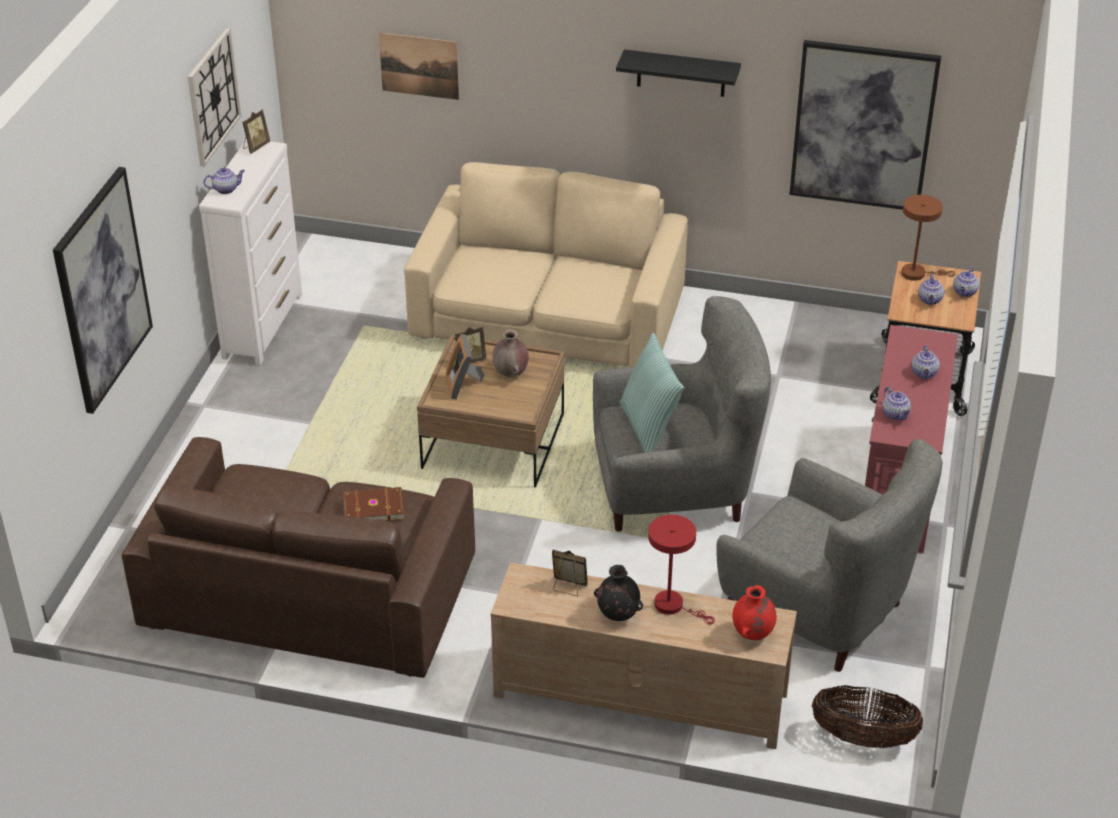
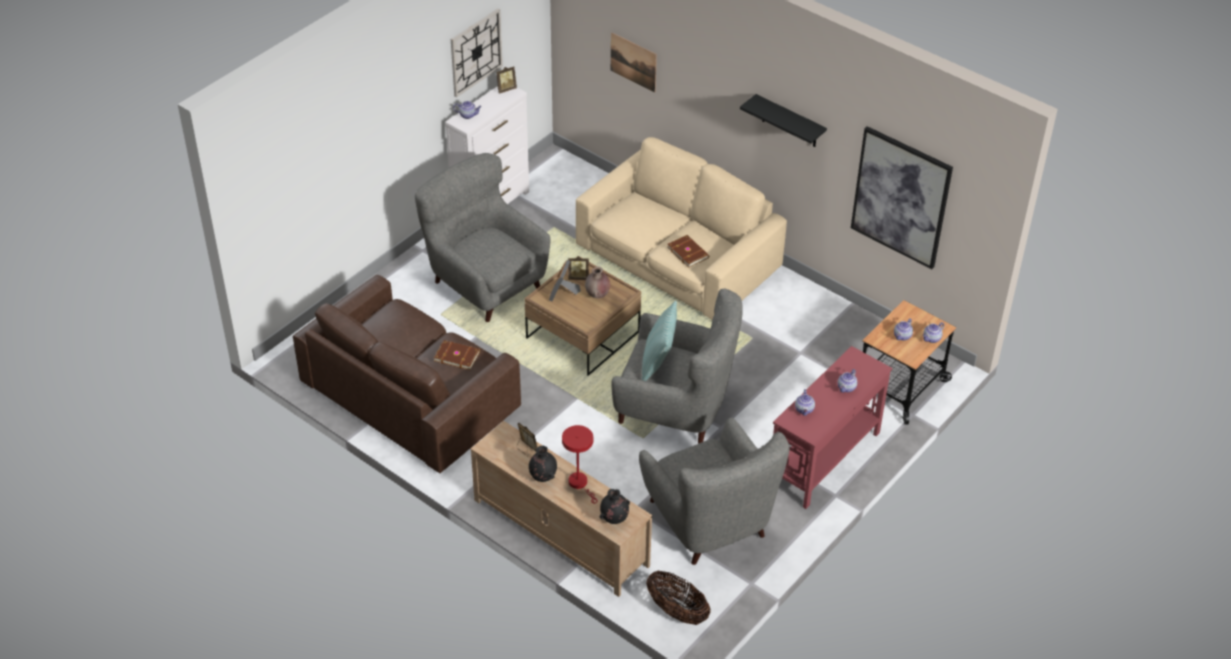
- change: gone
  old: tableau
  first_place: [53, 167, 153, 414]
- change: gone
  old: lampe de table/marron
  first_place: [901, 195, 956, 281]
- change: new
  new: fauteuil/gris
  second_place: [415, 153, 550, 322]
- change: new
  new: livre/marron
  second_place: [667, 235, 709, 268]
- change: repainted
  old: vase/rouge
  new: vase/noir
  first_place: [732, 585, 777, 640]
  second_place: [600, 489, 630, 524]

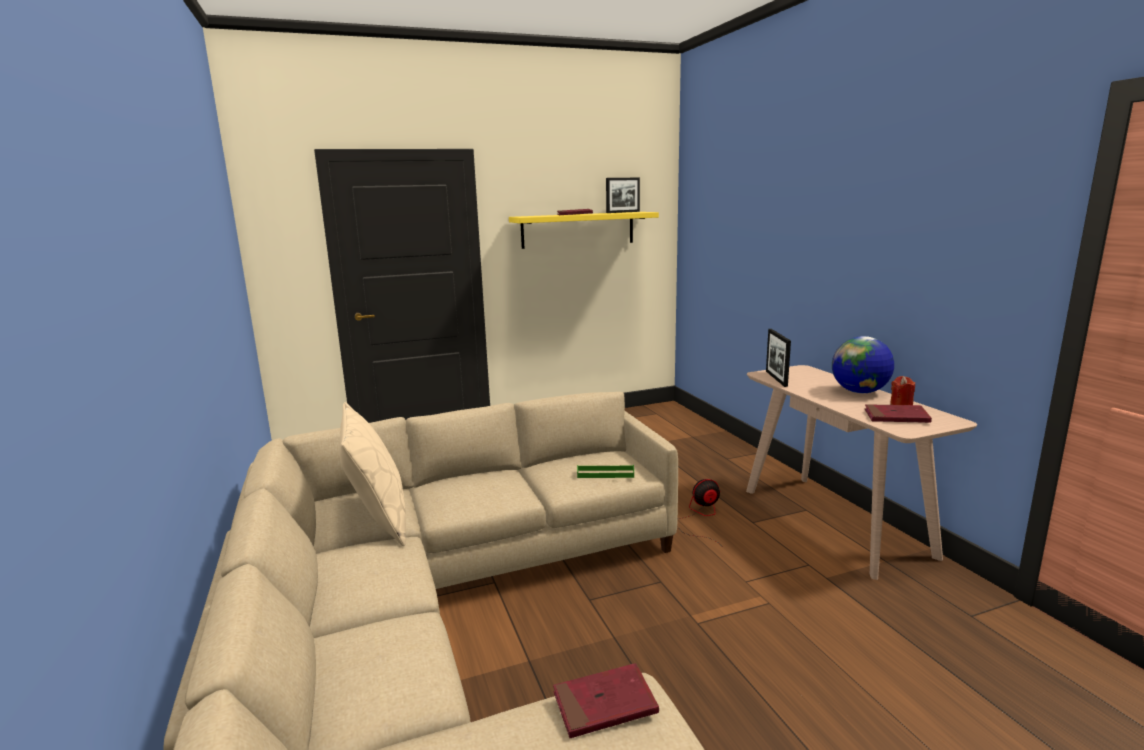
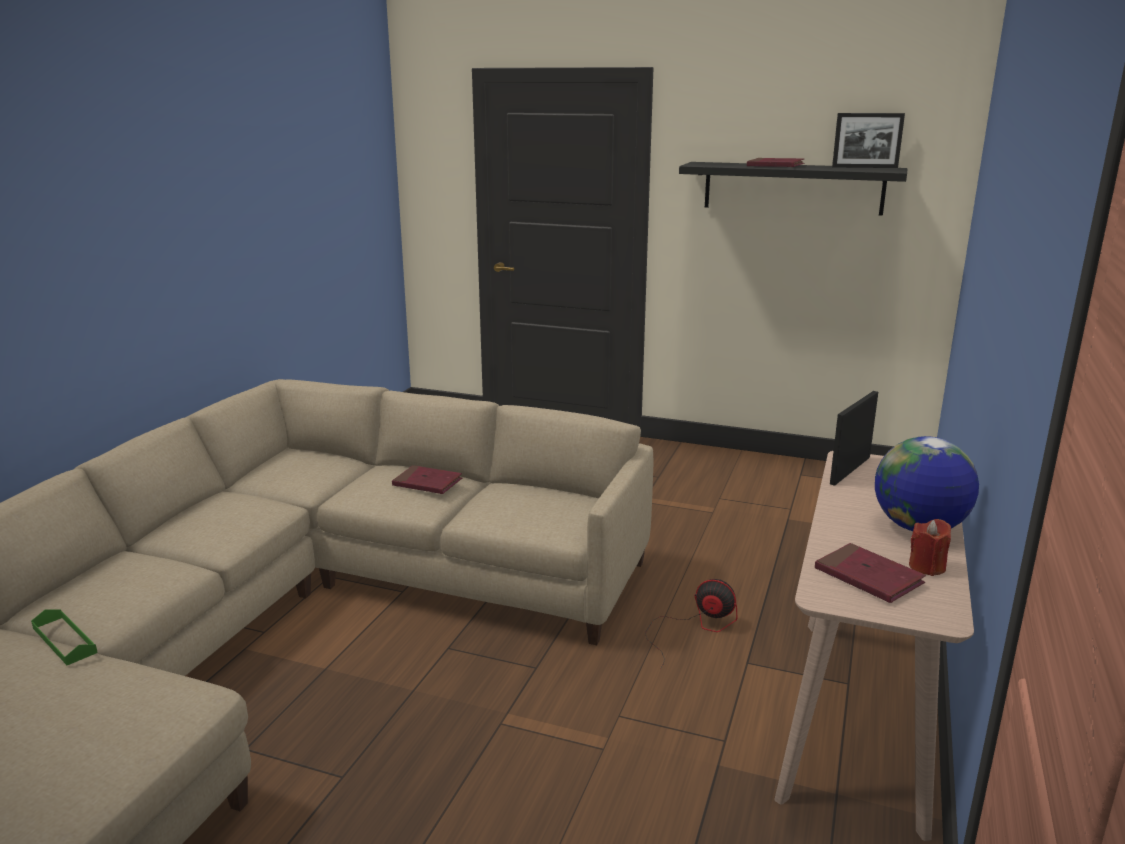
- change: gone
  old: coussin/beige
  first_place: [339, 402, 406, 546]
- change: shifted
  old: livre/rouge
  first_place: [553, 663, 659, 738]
  second_place: [392, 465, 462, 494]
- change: shifted
  old: plateau/vert
  first_place: [577, 465, 634, 478]
  second_place: [31, 610, 98, 665]
- change: repainted
  old: étagère/jaune
  new: étagère/noir
  first_place: [509, 212, 659, 249]
  second_place: [679, 162, 907, 216]

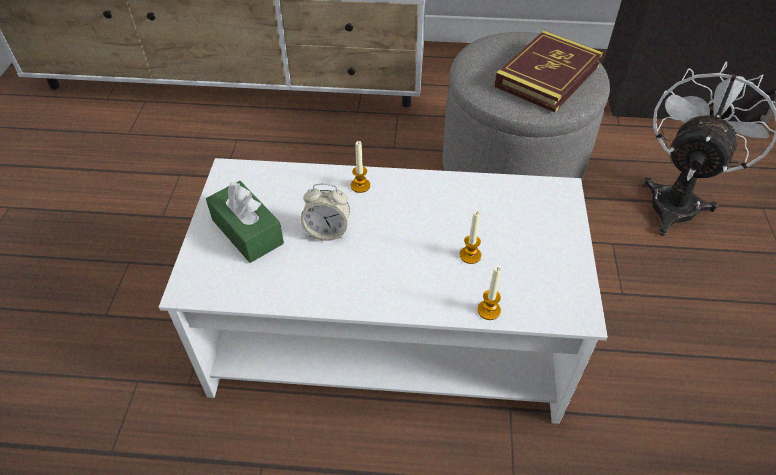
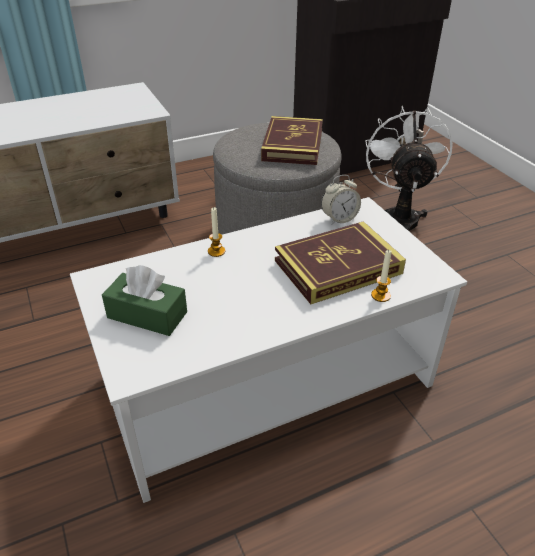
- change: shifted
  old: réveil
  first_place: [300, 183, 350, 241]
  second_place: [321, 175, 361, 225]
- change: swapped
  old: bougie
  new: livre
  first_place: [460, 211, 481, 264]
  second_place: [275, 221, 406, 304]

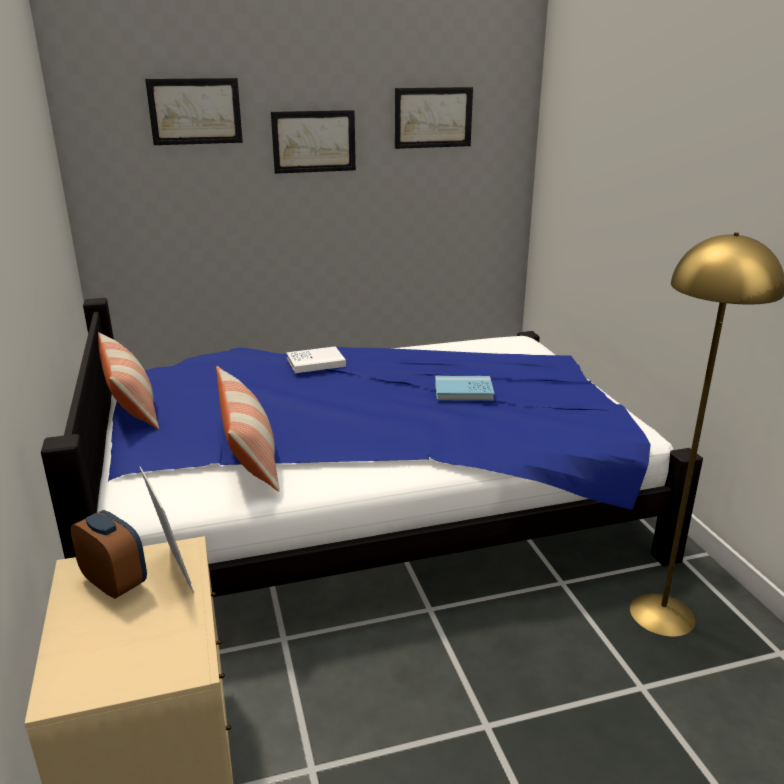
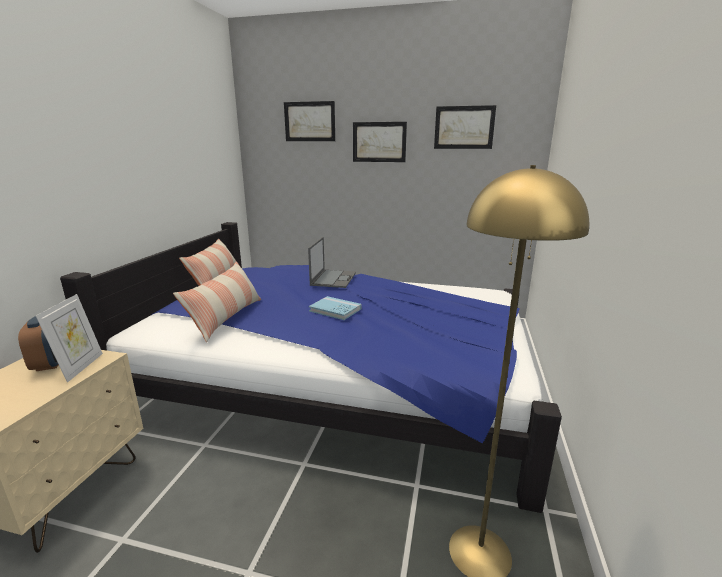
- change: shifted
  old: livre/bleu
  first_place: [435, 376, 494, 401]
  second_place: [309, 296, 361, 320]
- change: swapped
  old: livre/blanc
  new: ordinateur portable
  first_place: [286, 346, 346, 373]
  second_place: [308, 237, 356, 288]

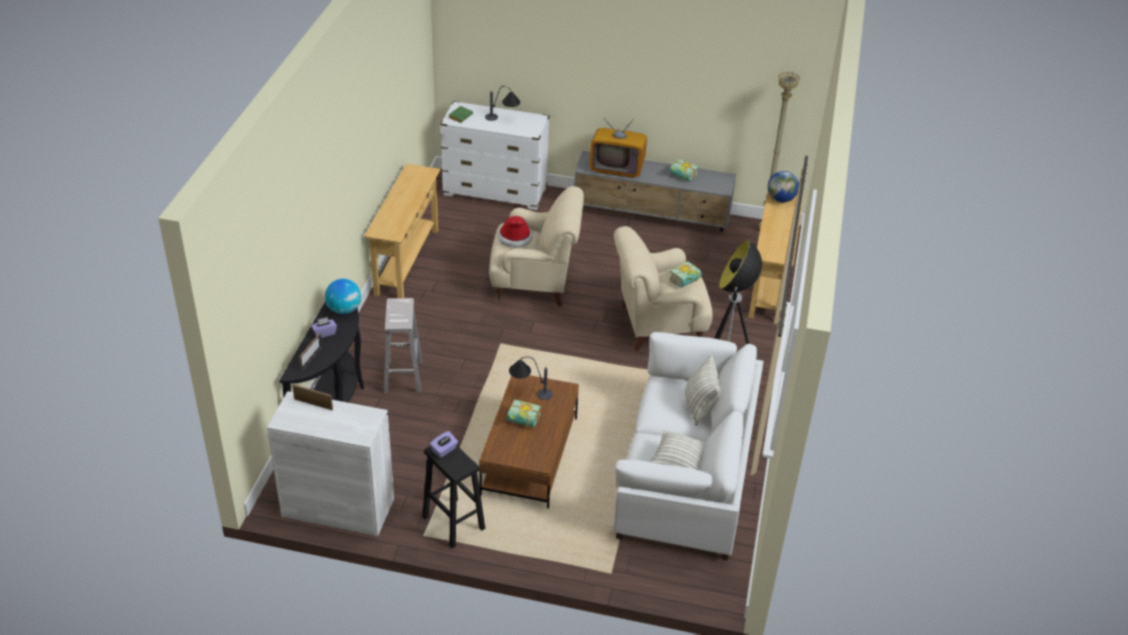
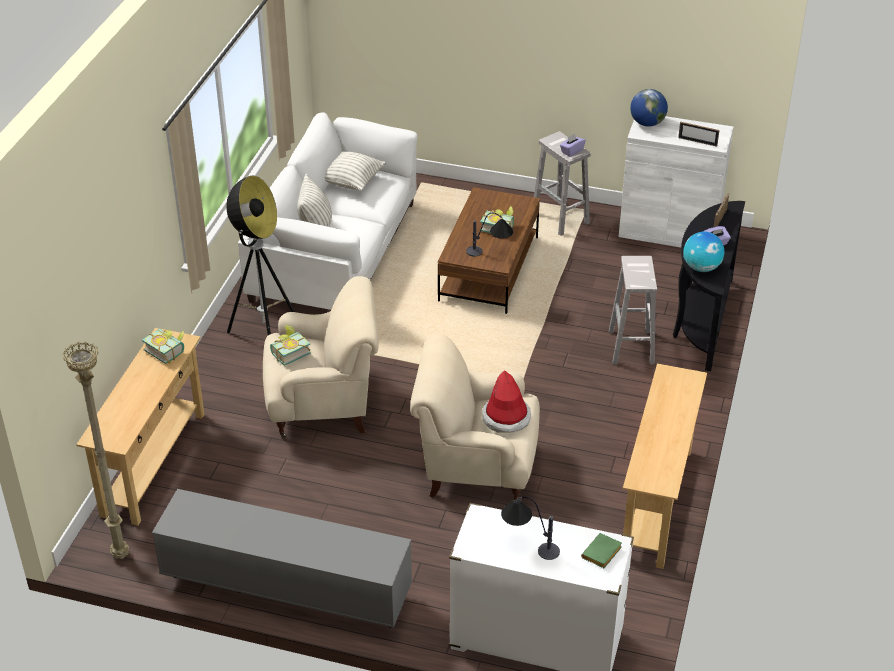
- change: gone
  old: téléviseur
  first_place: [589, 117, 647, 178]
- change: shifted
  old: livre
  first_place: [670, 159, 699, 182]
  second_place: [142, 329, 184, 364]
- change: shifted
  old: globe
  first_place: [768, 171, 799, 202]
  second_place: [630, 89, 668, 126]
- change: repainted
  old: tabouret/noir
  new: tabouret/blanc
  first_place: [422, 445, 485, 548]
  second_place: [534, 131, 591, 236]

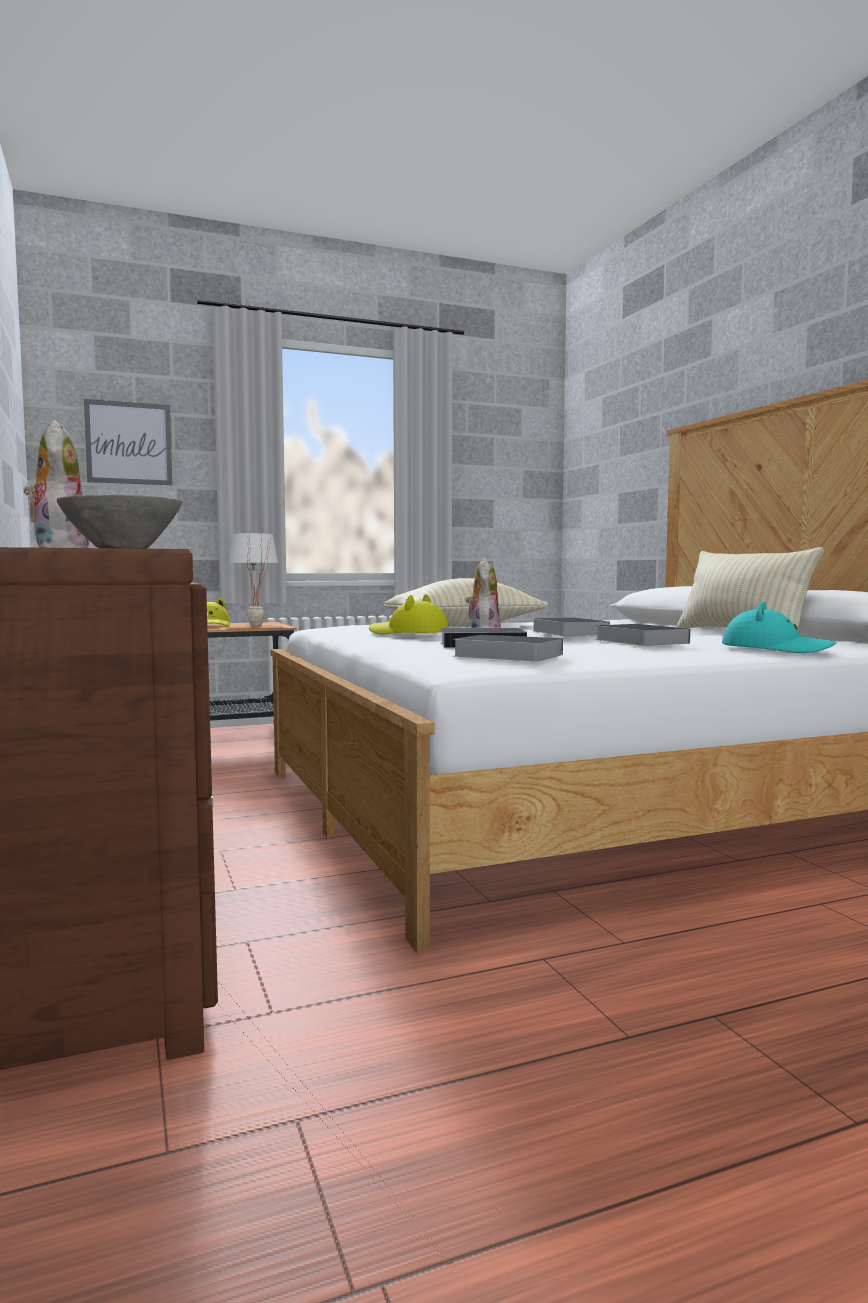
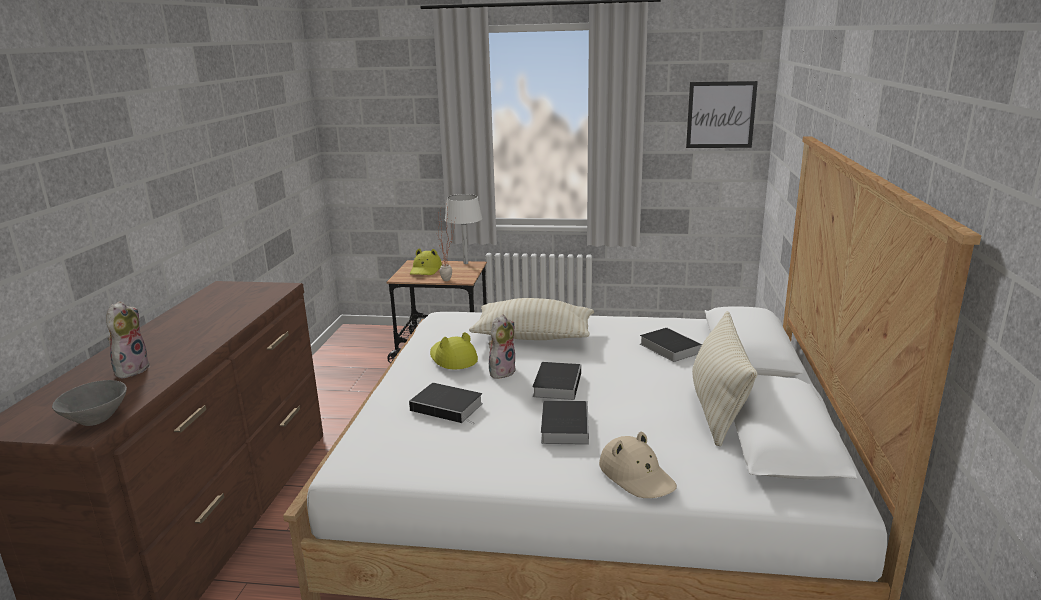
- change: shifted
  old: tableau
  first_place: [84, 399, 172, 485]
  second_place: [686, 81, 758, 148]
- change: shifted
  old: livre
  first_place: [453, 635, 563, 661]
  second_place: [640, 328, 702, 362]
- change: repainted
  old: chapeau/turquoise
  new: chapeau/beige
  first_place: [722, 602, 836, 653]
  second_place: [599, 432, 677, 498]

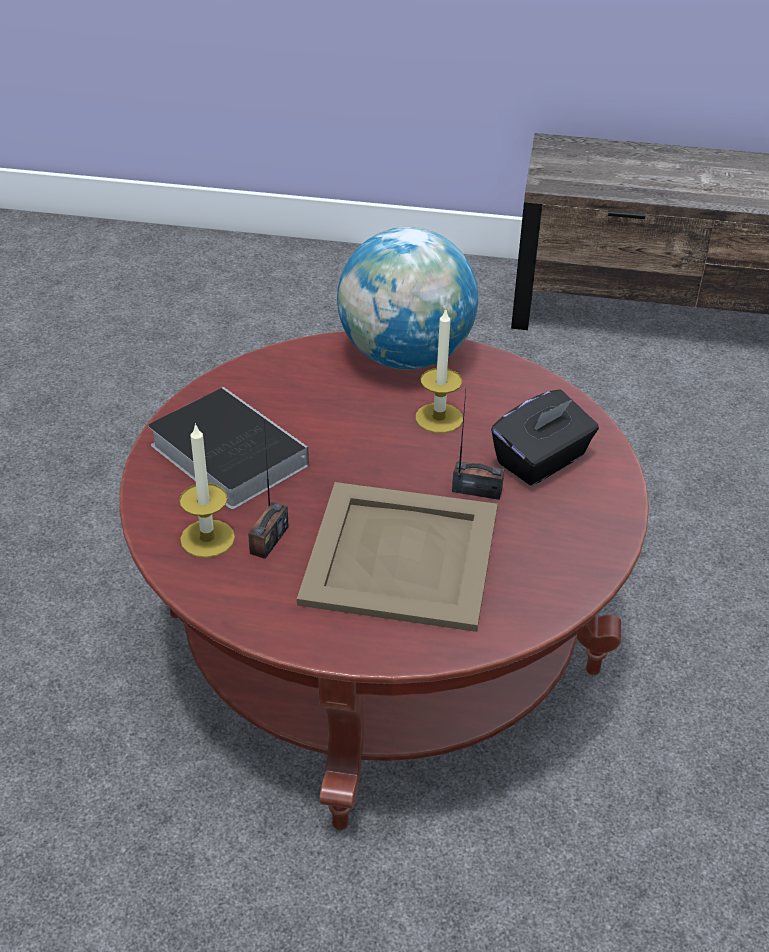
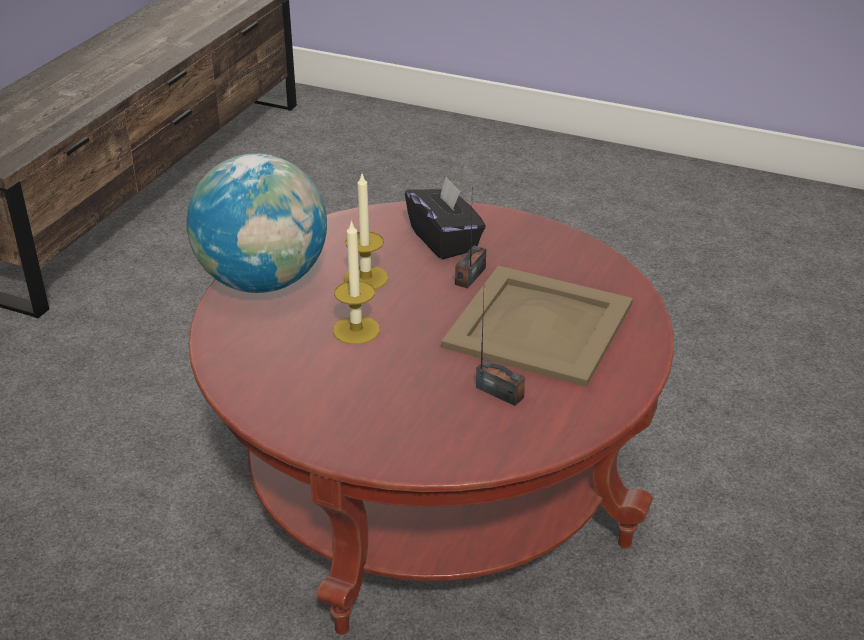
- change: gone
  old: livre
  first_place: [148, 387, 309, 509]
- change: shifted
  old: bougie
  first_place: [179, 423, 235, 558]
  second_place: [333, 220, 380, 344]

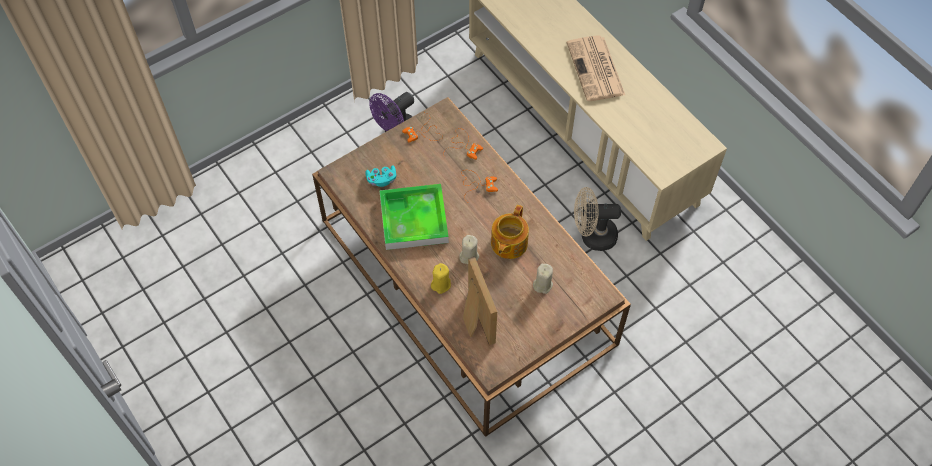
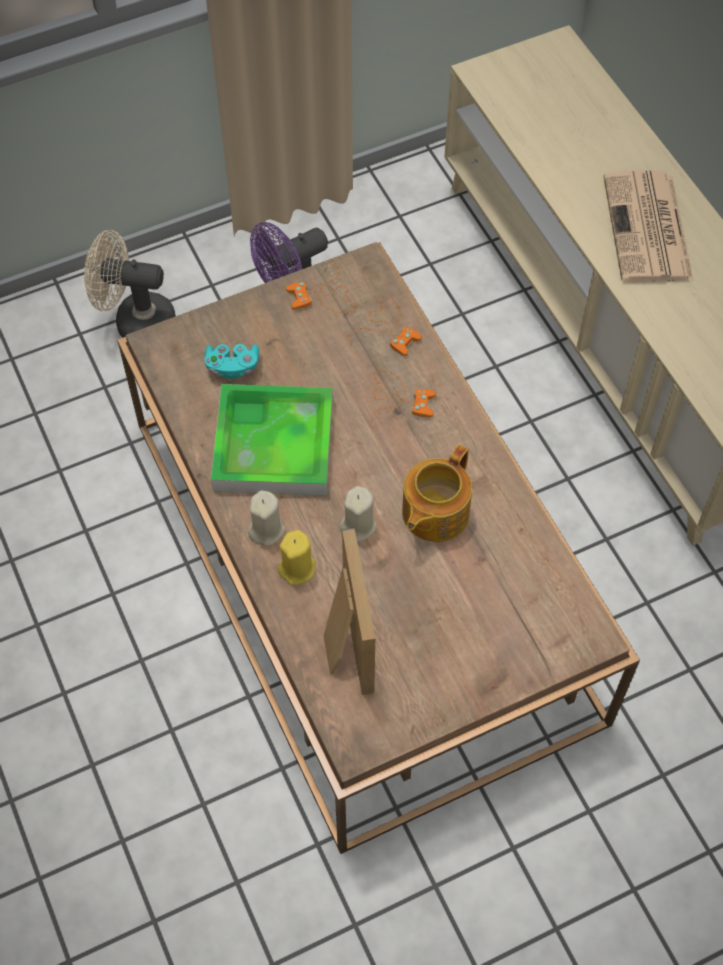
- change: shifted
  old: bougie/beige
  first_place: [533, 264, 553, 294]
  second_place: [248, 490, 285, 546]
- change: shifted
  old: ventilateur/beige
  first_place: [574, 187, 621, 251]
  second_place: [84, 230, 176, 337]

